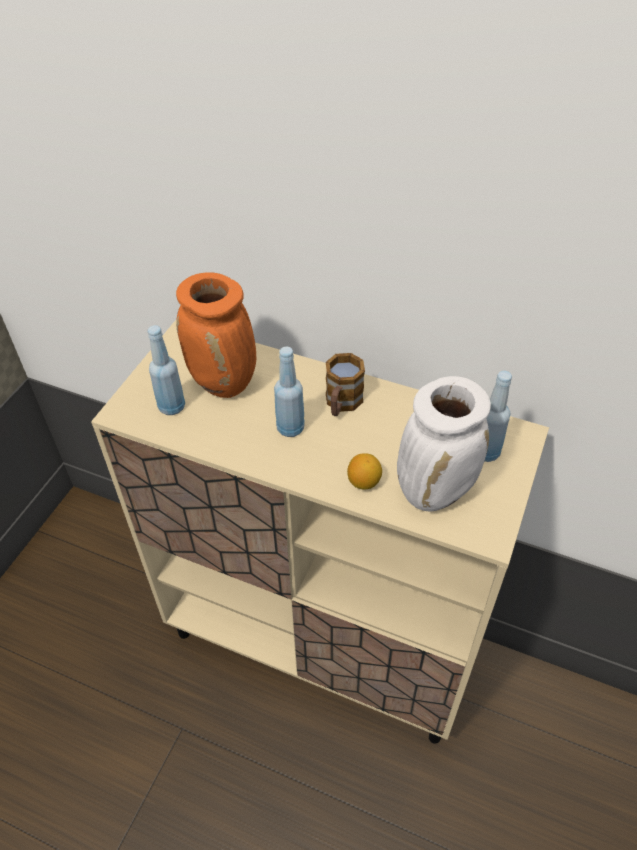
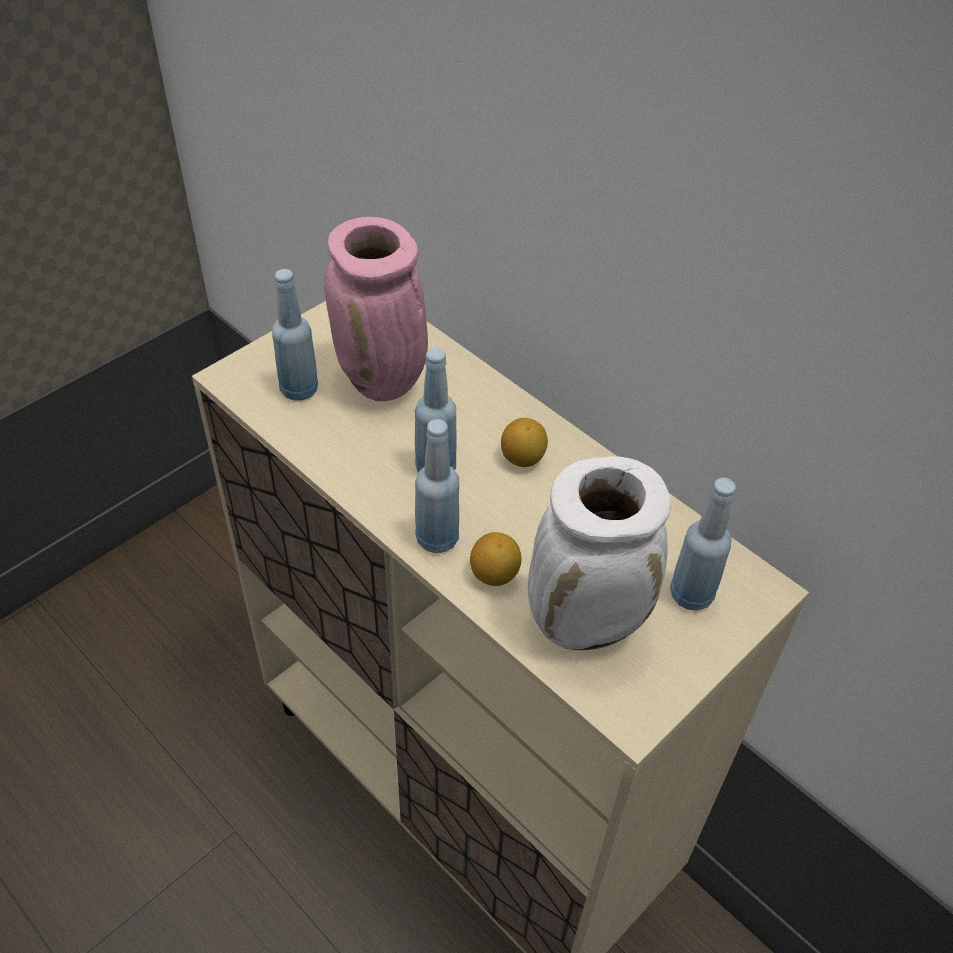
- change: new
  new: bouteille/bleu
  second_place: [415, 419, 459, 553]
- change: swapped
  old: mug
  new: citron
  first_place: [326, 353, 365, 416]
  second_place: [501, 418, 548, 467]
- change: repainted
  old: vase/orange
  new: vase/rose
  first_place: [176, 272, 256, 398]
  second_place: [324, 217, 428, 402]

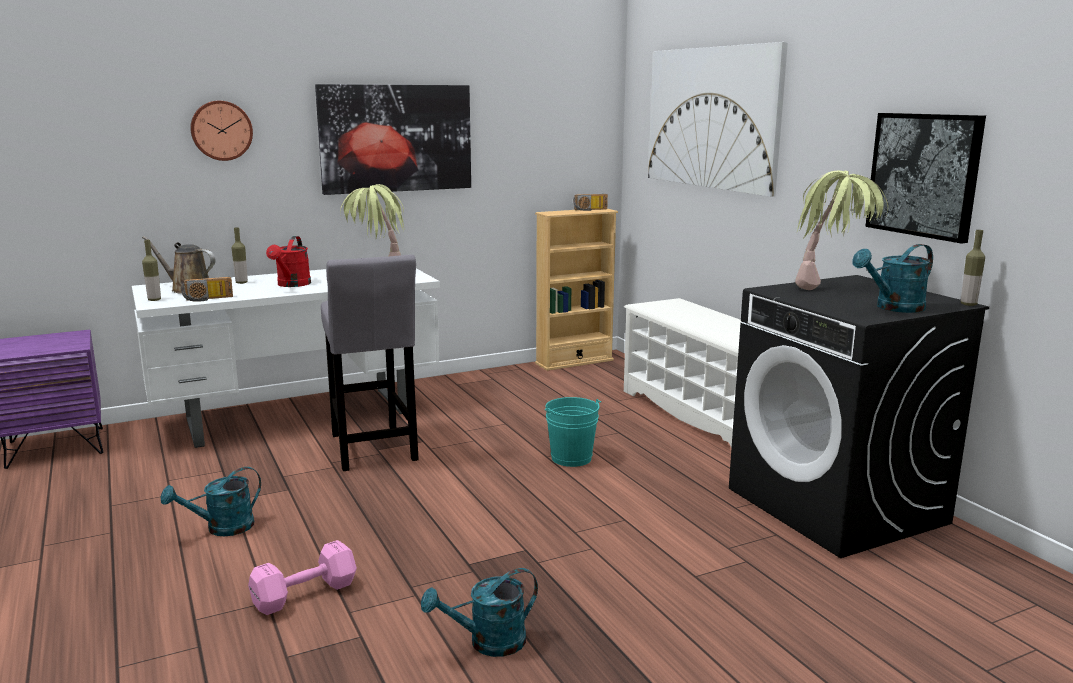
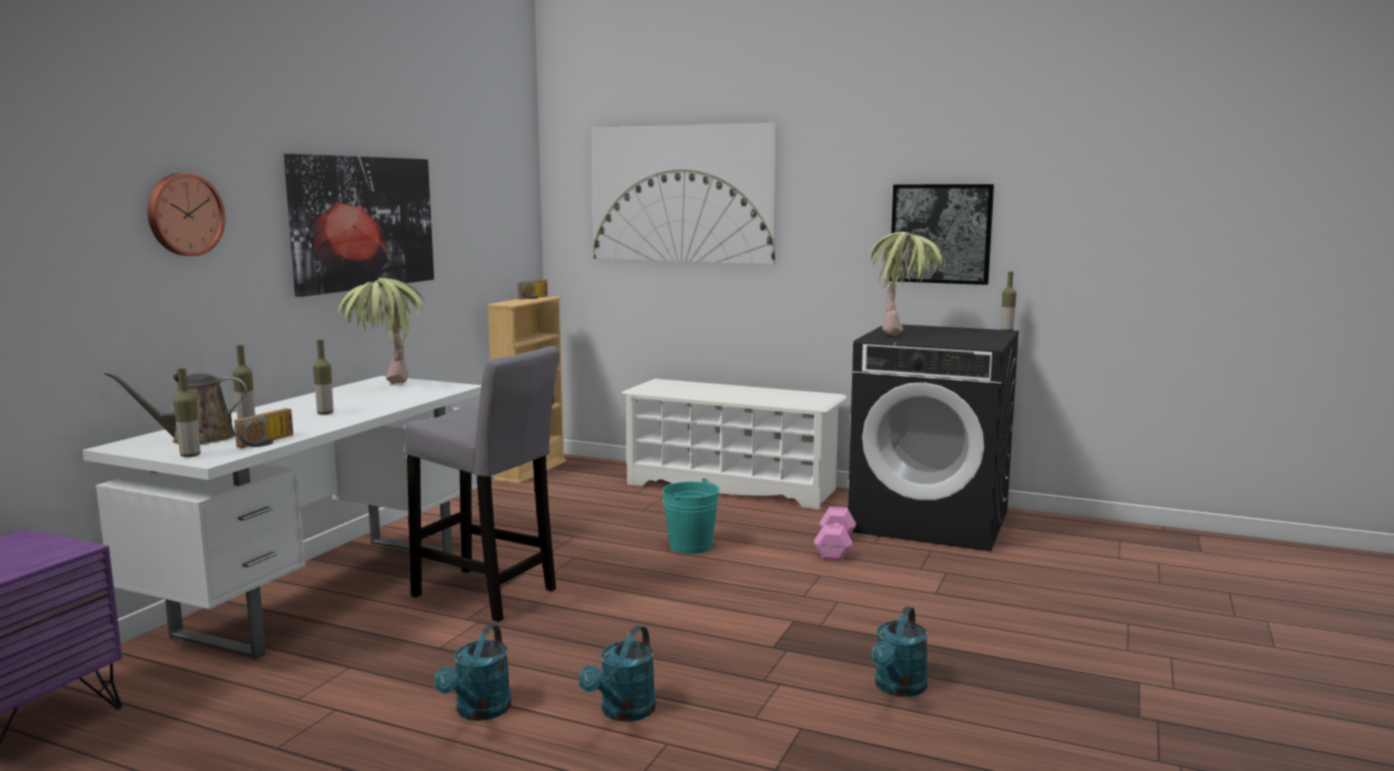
- change: shifted
  old: haltère/rose
  first_place: [248, 540, 357, 615]
  second_place: [814, 507, 856, 561]
- change: shifted
  old: arrosoir/turquoise
  first_place: [852, 244, 933, 313]
  second_place: [578, 626, 656, 721]
- change: swapped
  old: arrosoir/rouge
  new: bouteille
  first_place: [266, 236, 311, 287]
  second_place: [313, 340, 333, 415]

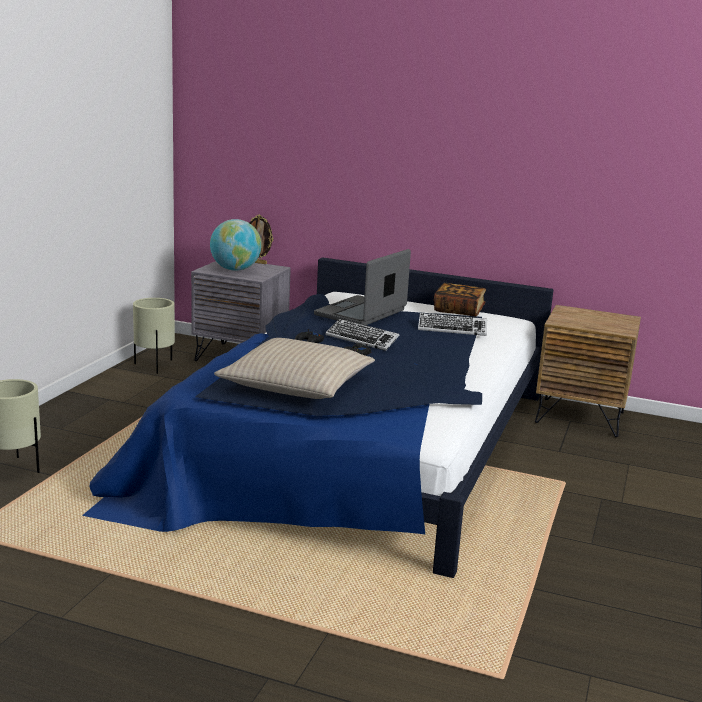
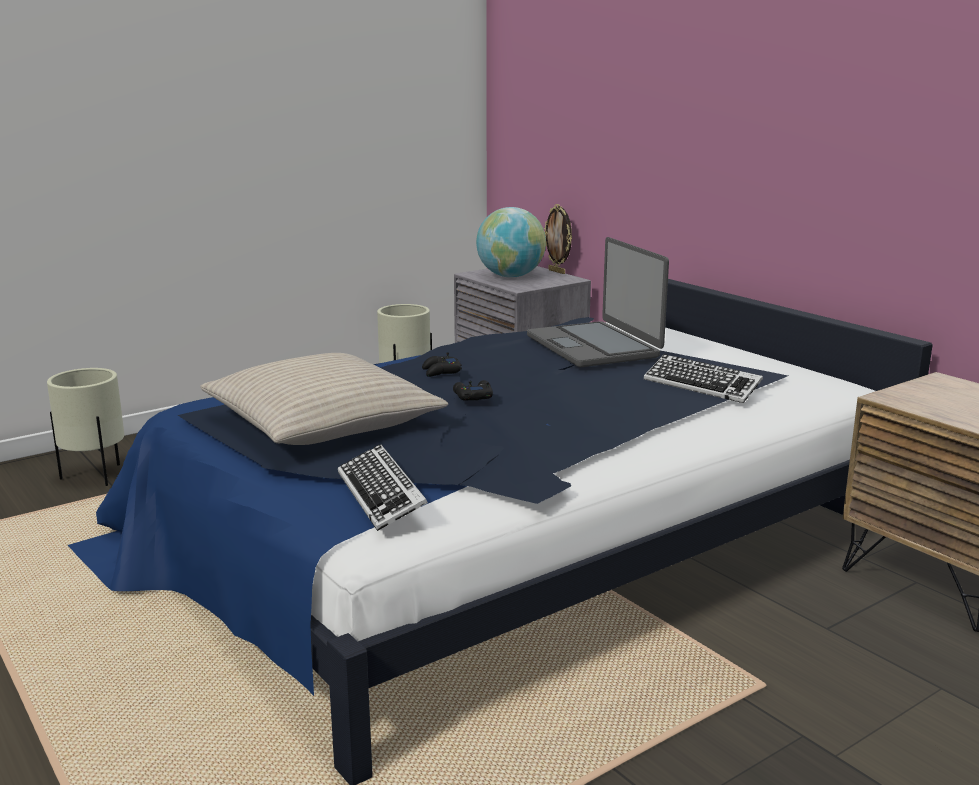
- change: gone
  old: livre
  first_place: [434, 283, 486, 316]
- change: shifted
  old: clavier
  first_place: [326, 319, 399, 351]
  second_place: [338, 444, 428, 531]
- change: rotated
  old: ordinateur portable
  first_place: [314, 249, 411, 325]
  second_place: [527, 237, 669, 367]
  degrees: -90

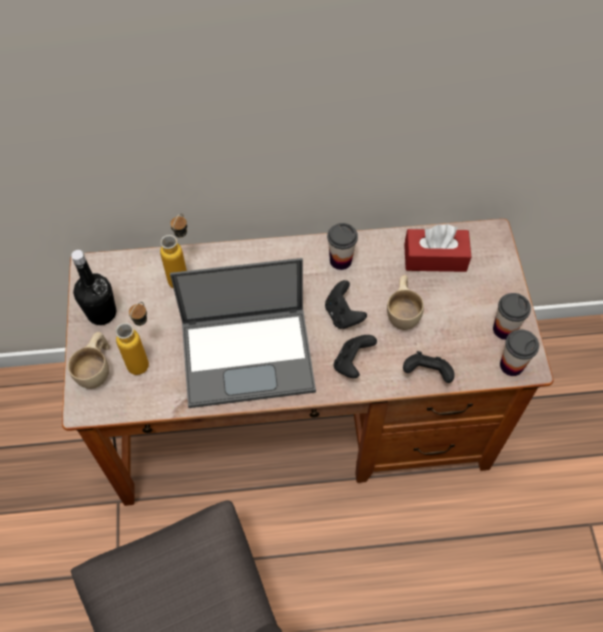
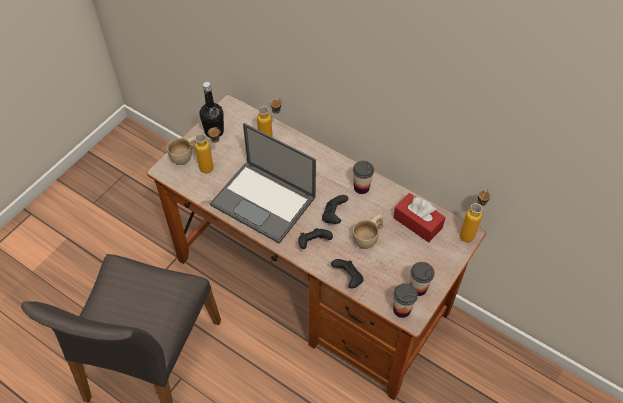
- change: new
  new: bouteille
  second_place: [460, 189, 490, 242]

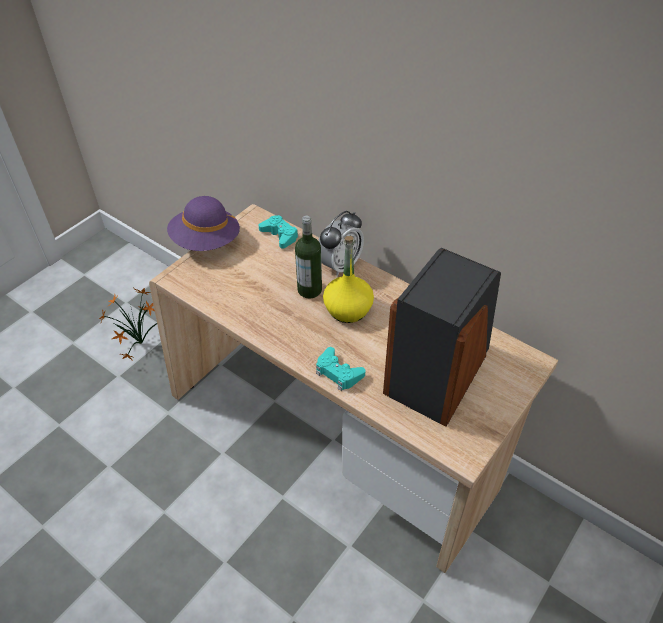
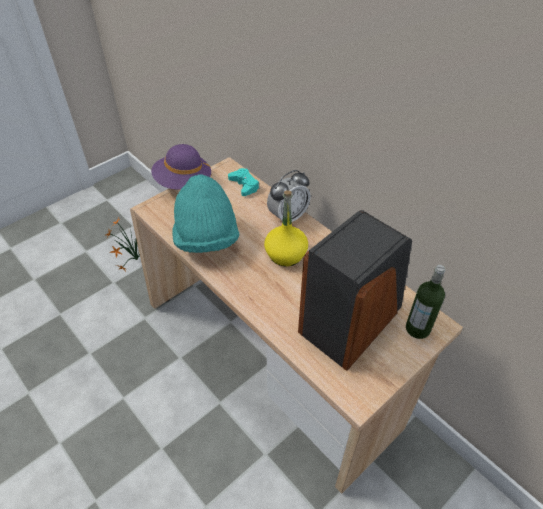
- change: gone
  old: manette/turquoise
  first_place: [316, 347, 365, 391]
- change: new
  new: chapeau/turquoise
  second_place: [172, 174, 240, 253]
- change: shifted
  old: bouteille
  first_place: [295, 215, 322, 298]
  second_place: [406, 265, 445, 339]

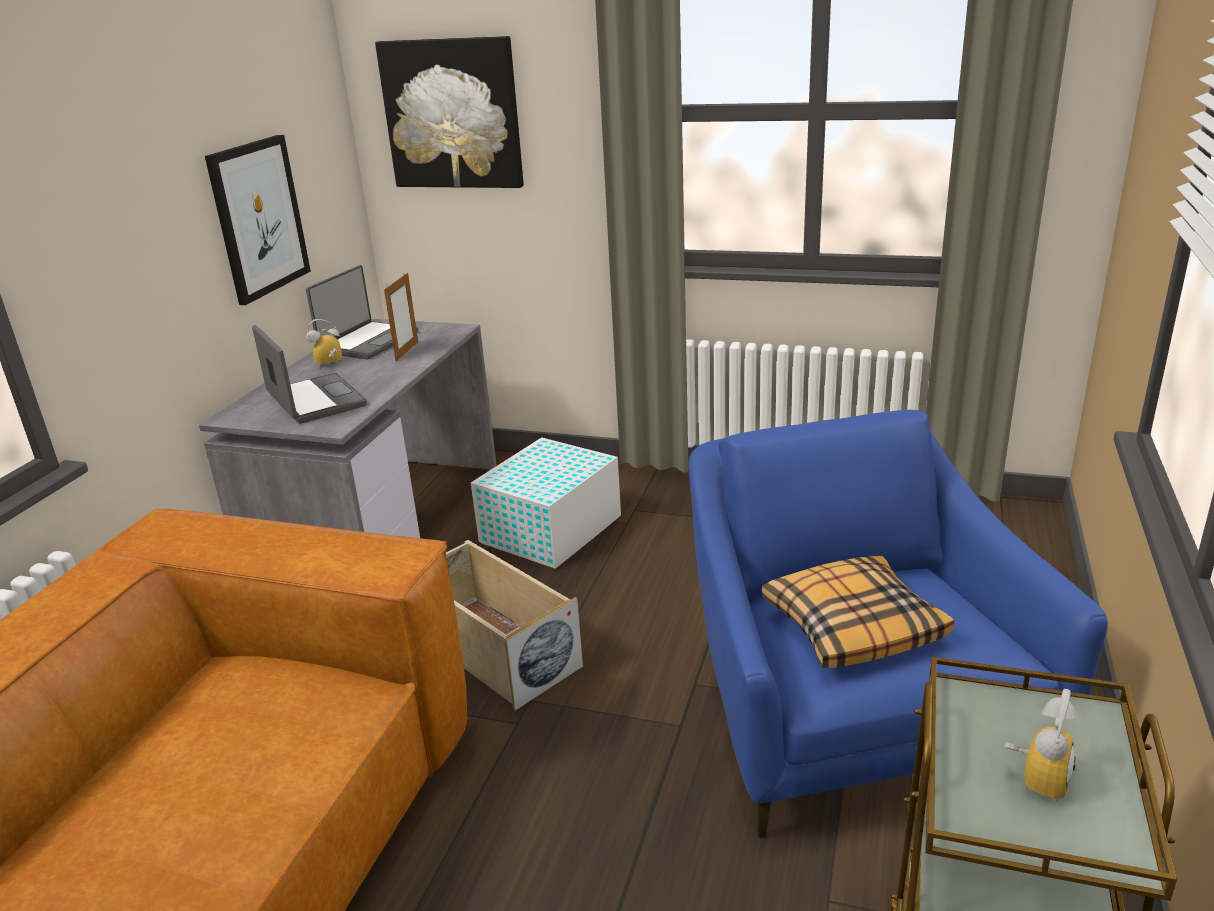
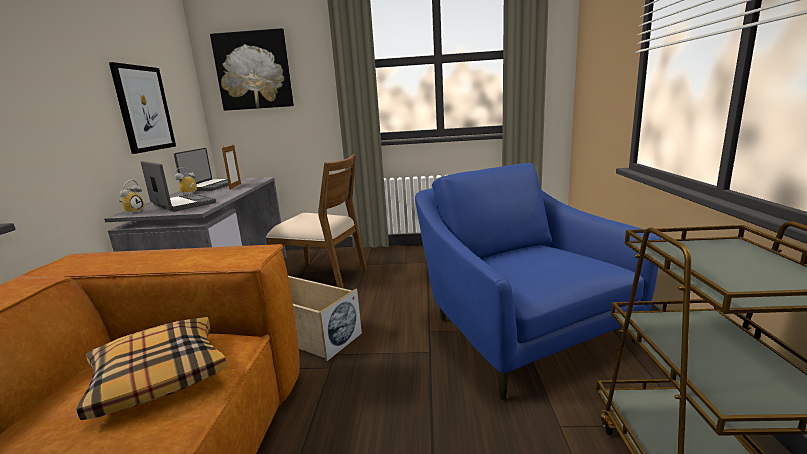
- change: shifted
  old: coussin
  first_place: [762, 555, 954, 668]
  second_place: [77, 317, 227, 420]
- change: shifted
  old: réveil
  first_place: [1004, 689, 1078, 801]
  second_place: [119, 179, 145, 213]
- change: swapped
  old: boîte de rangement/blanc
  new: chaise/marron
  first_place: [471, 437, 621, 569]
  second_place: [266, 154, 367, 288]

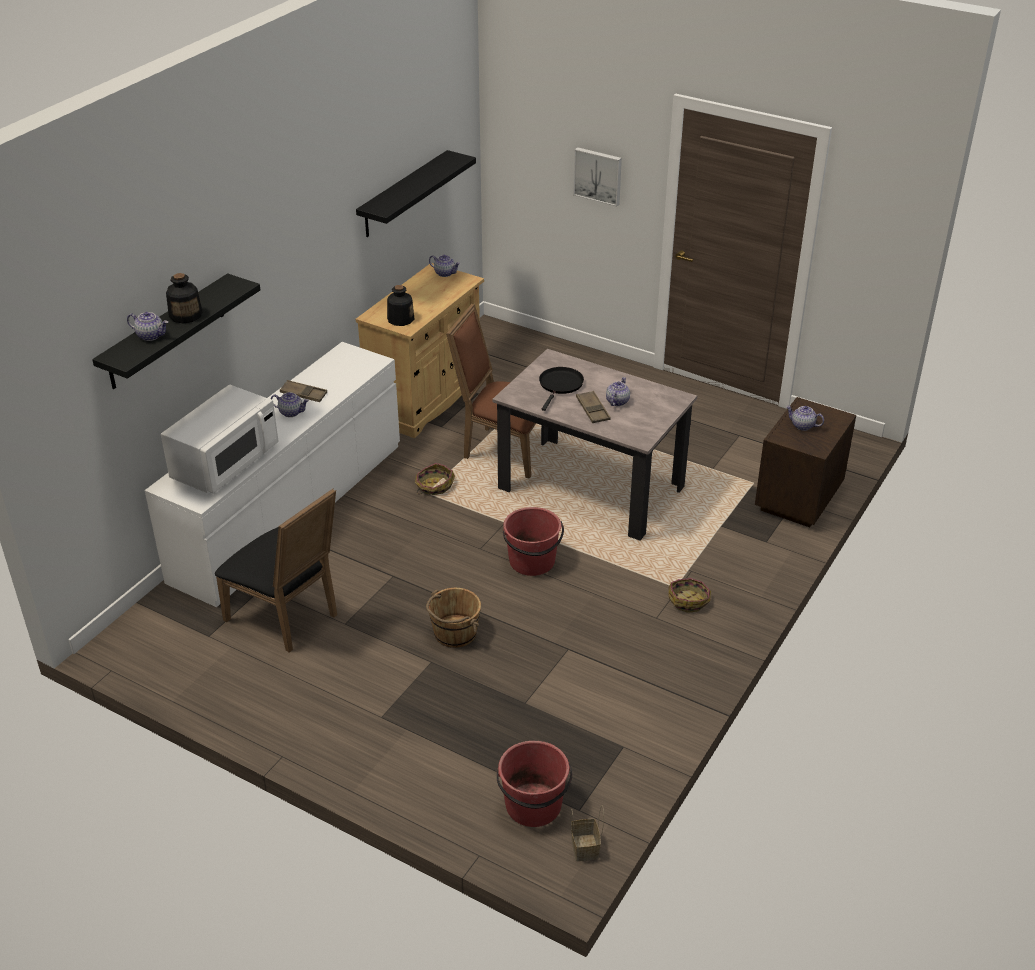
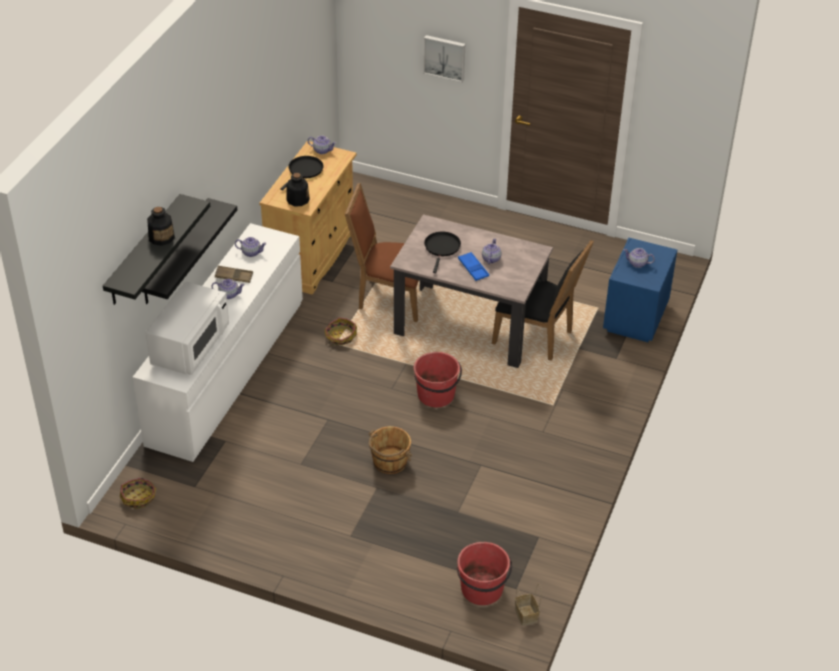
- change: new
  new: poêle/noir
  second_place: [280, 156, 324, 190]
- change: shifted
  old: théière
  first_place: [127, 312, 168, 341]
  second_place: [235, 237, 266, 257]
- change: shifted
  old: chaise/noir
  first_place: [215, 488, 337, 652]
  second_place: [492, 240, 594, 361]
- change: shifted
  old: étagère/noir
  first_place: [356, 150, 476, 237]
  second_place: [142, 198, 237, 304]
- change: shifted
  old: panier
  first_place: [668, 578, 711, 613]
  second_place: [120, 478, 156, 509]
- change: repainted
  old: plateau/marron
  new: plateau/bleu
  first_place: [576, 391, 611, 423]
  second_place: [458, 252, 489, 281]
- change: repainted
  old: table de chevet/marron
  new: table de chevet/bleu
  first_place: [755, 397, 856, 527]
  second_place: [603, 238, 677, 342]

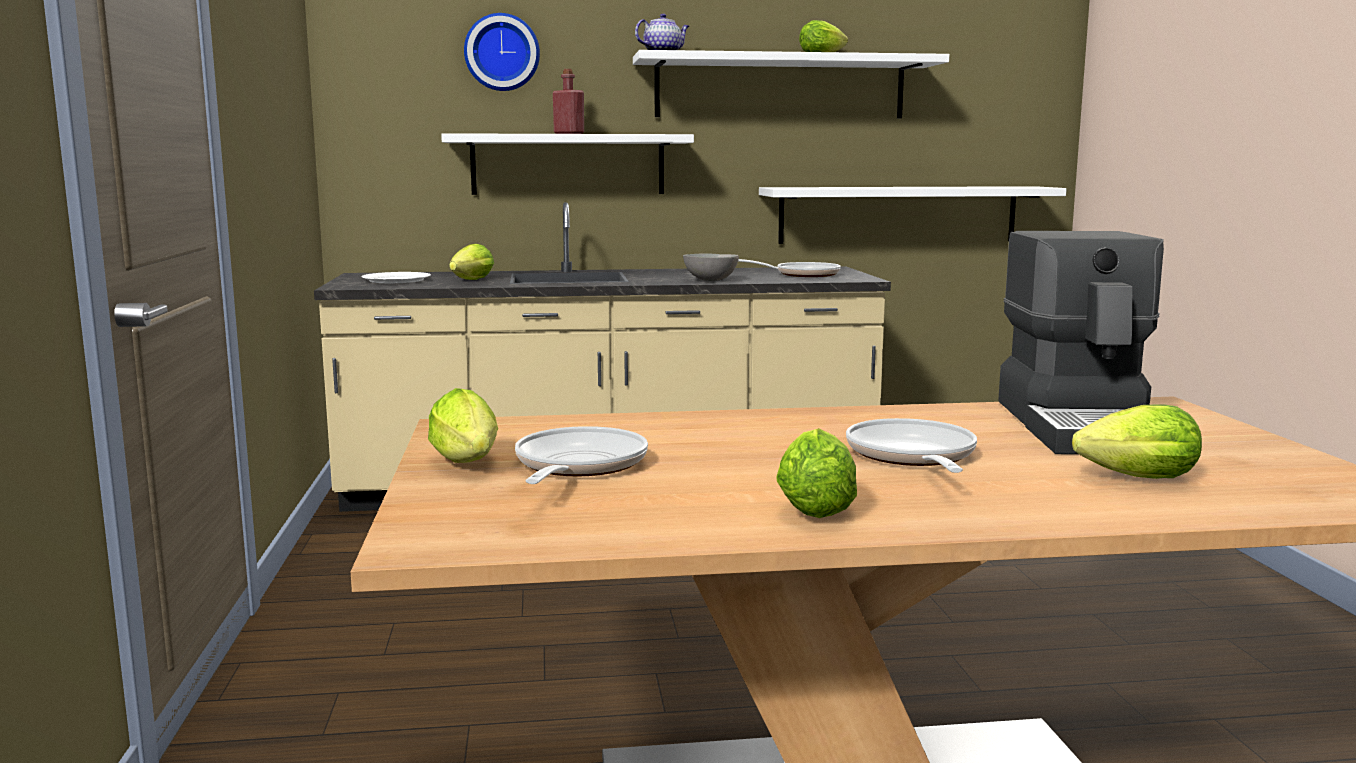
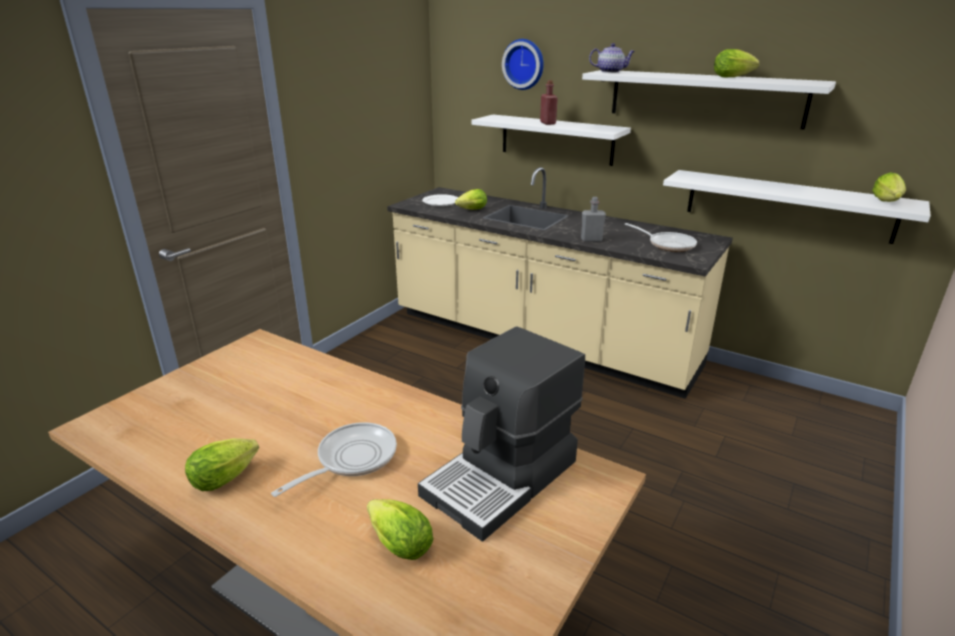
- change: gone
  old: poêle
  first_place: [515, 426, 648, 484]
- change: shifted
  old: laitue
  first_place: [428, 388, 498, 463]
  second_place: [872, 172, 906, 202]
- change: swapped
  old: bol/gris
  new: bouteille/gris
  first_place: [683, 254, 739, 281]
  second_place: [581, 197, 606, 242]

